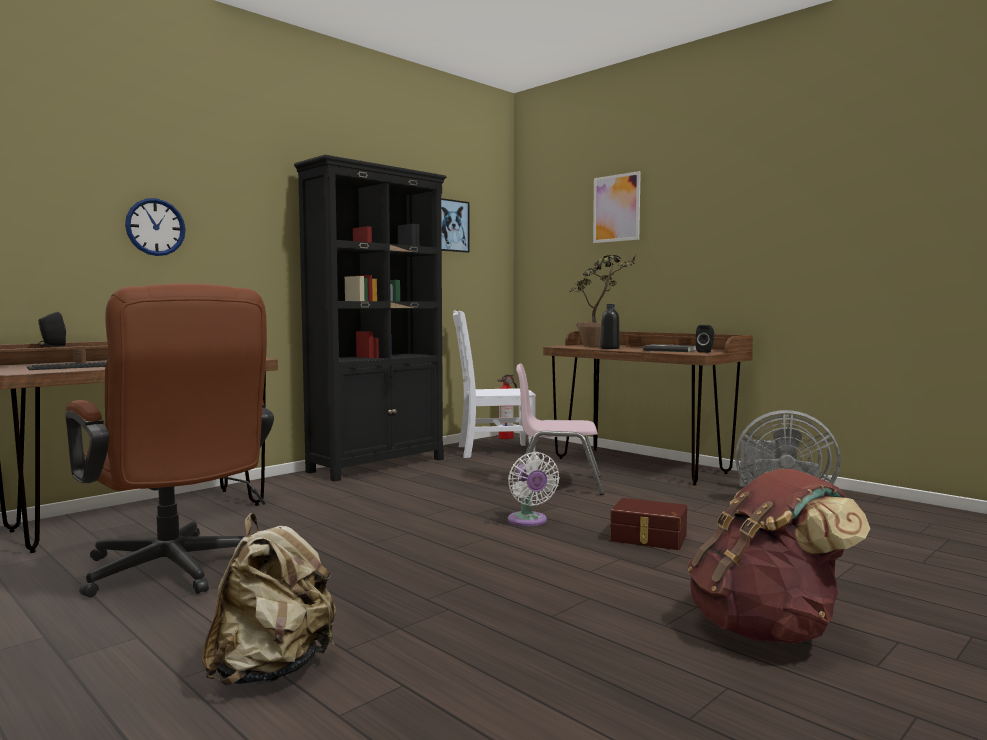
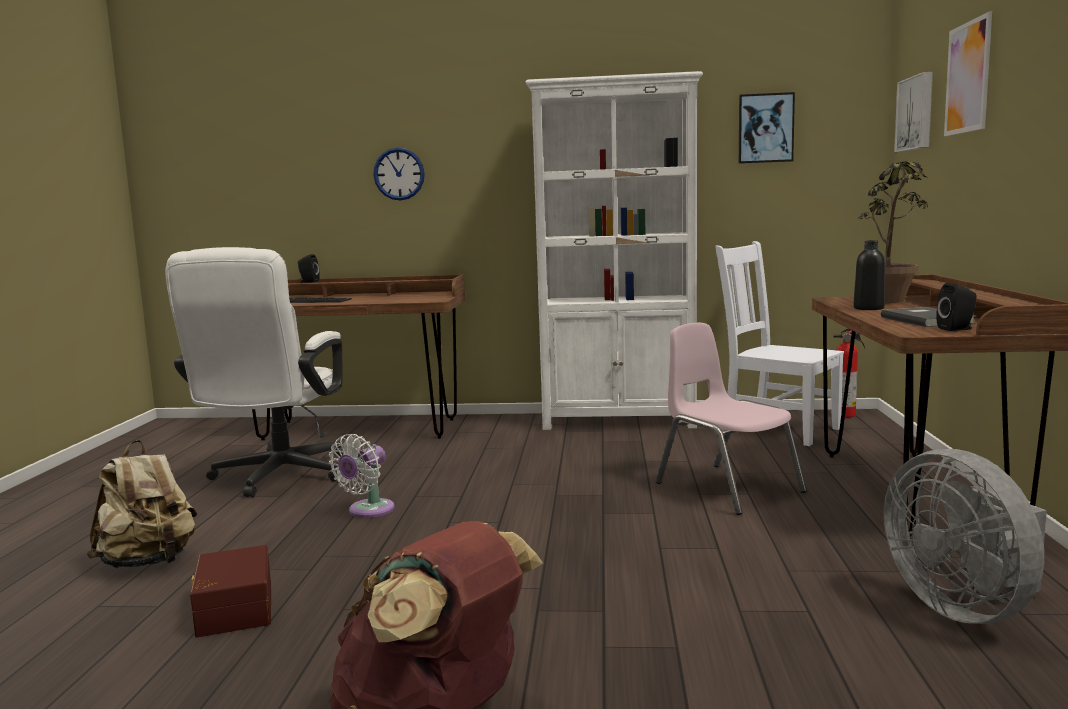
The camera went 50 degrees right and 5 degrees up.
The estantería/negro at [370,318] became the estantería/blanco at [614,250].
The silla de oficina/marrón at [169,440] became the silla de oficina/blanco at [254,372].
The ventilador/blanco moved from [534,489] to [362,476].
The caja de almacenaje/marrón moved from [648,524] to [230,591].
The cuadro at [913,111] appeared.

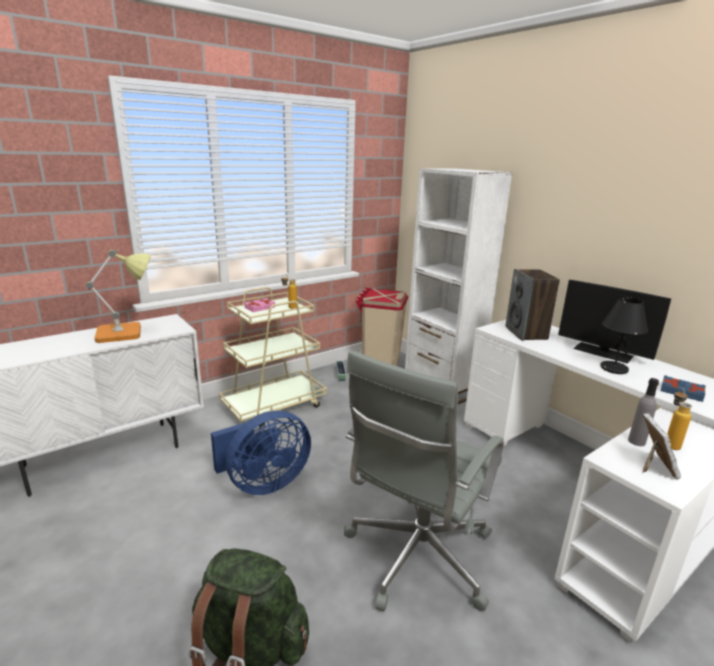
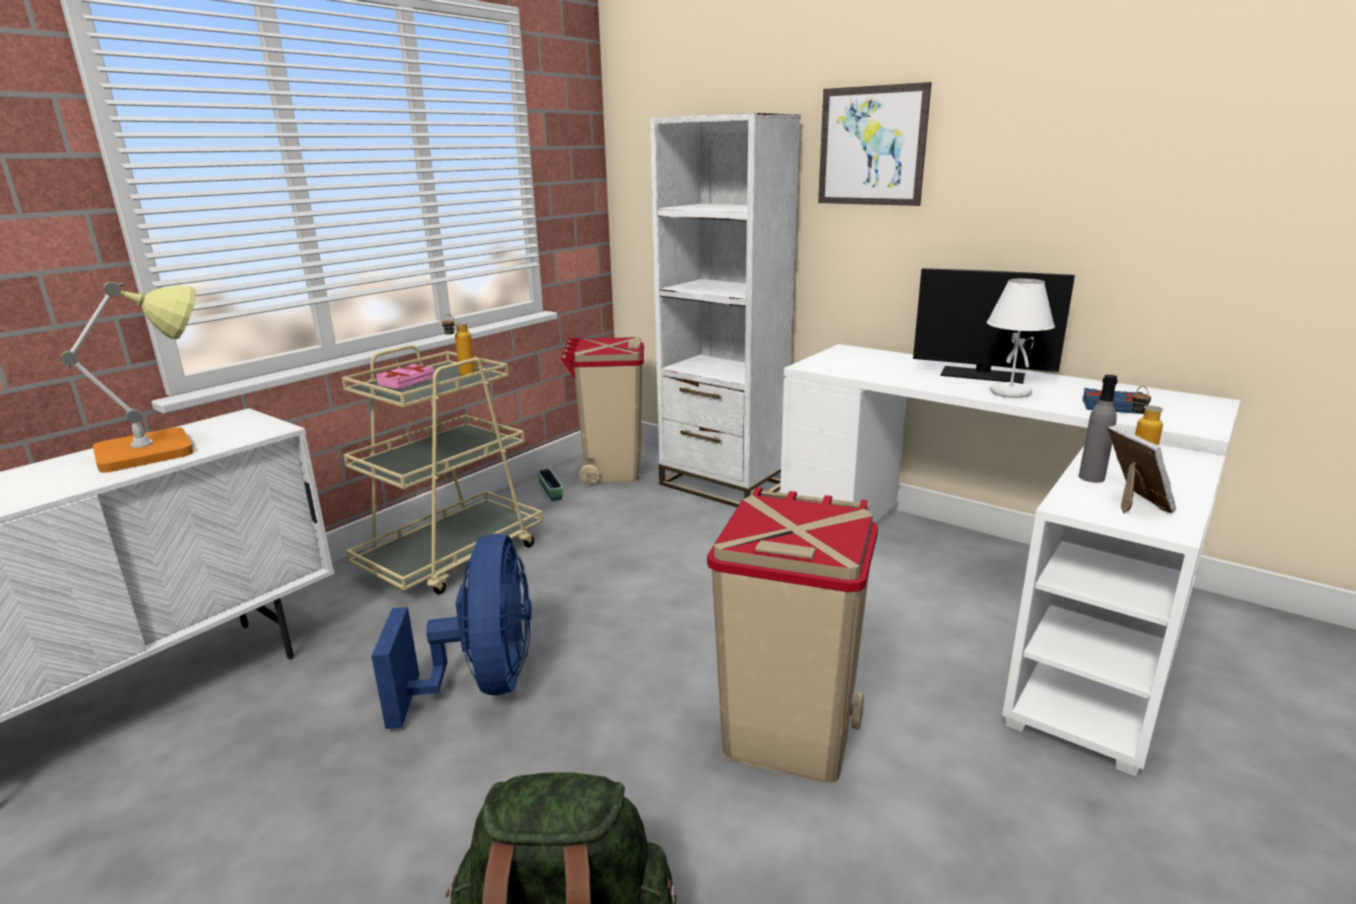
The camera went 15 degrees left and 0 degrees up.
The altavoz at [532,305] disappeared.
The lámpara de mesa/negro at [624,335] became the lámpara de mesa/blanco at [1021,338].
The silla de oficina/gris at [424,480] was replaced by the papelera/beis at [792,635].
The ventilador/azul at [261,453] turned 45 degrees counterclockwise.
The cuadro at [875,144] appeared.

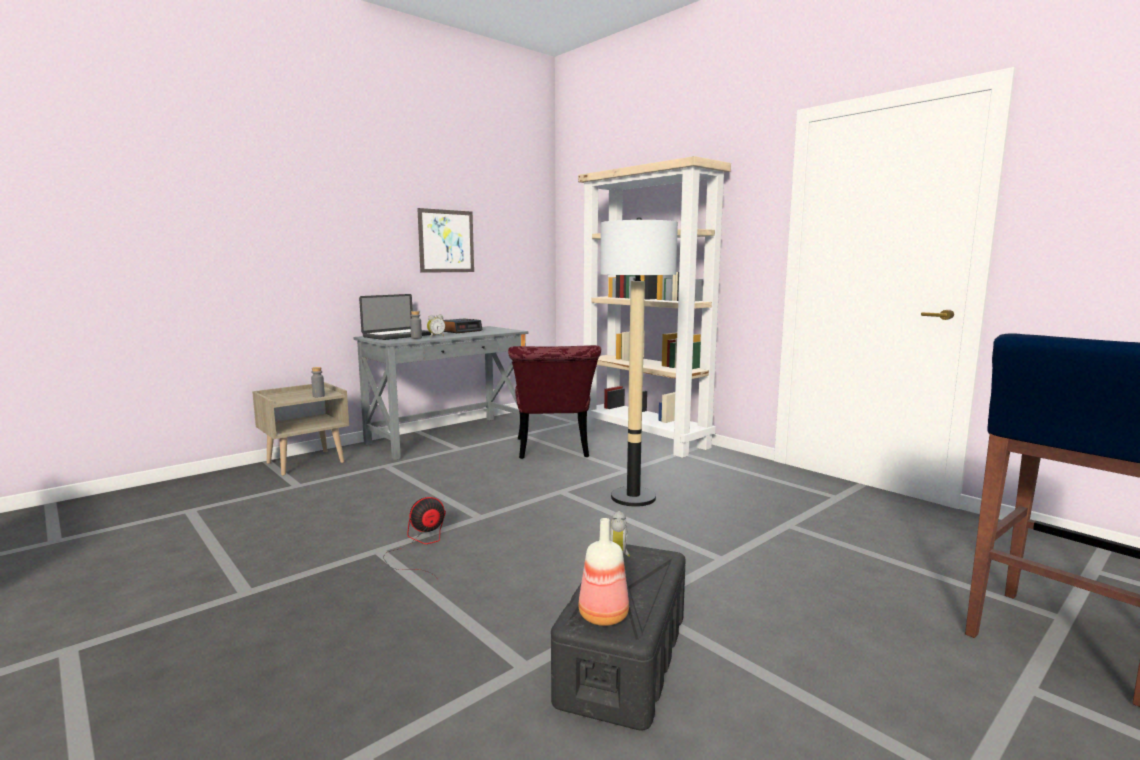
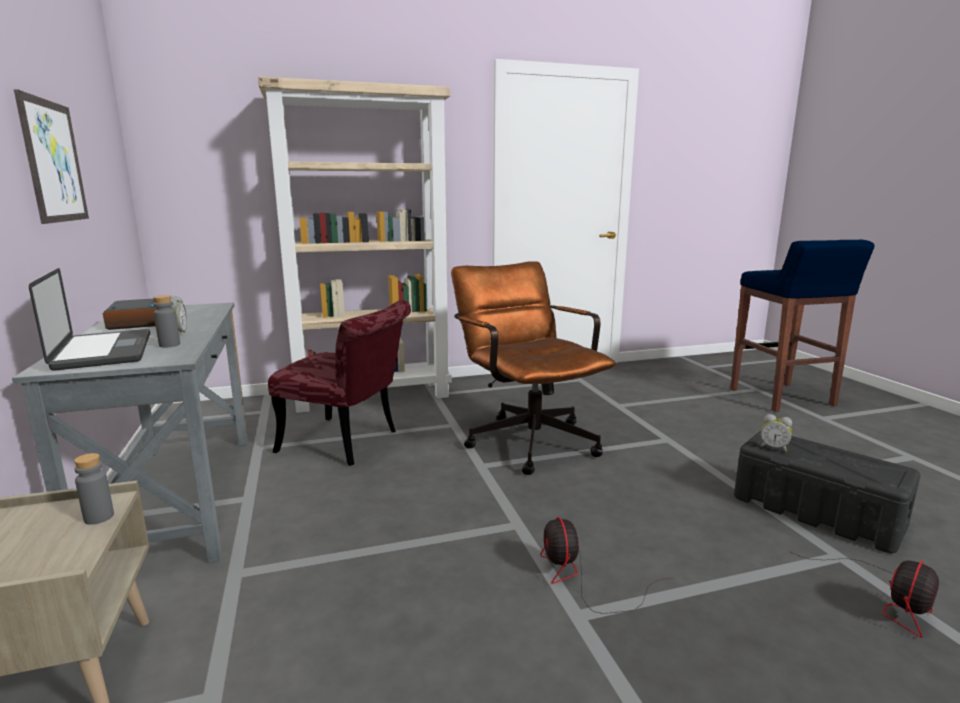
The camera went 65 degrees left and 5 degrees up.
The lámpara de pie at [639,362] was replaced by the silla de oficina/marrón at [533,368].
The botella at [604,572] disappeared.
The ventilador at [864,595] appeared.

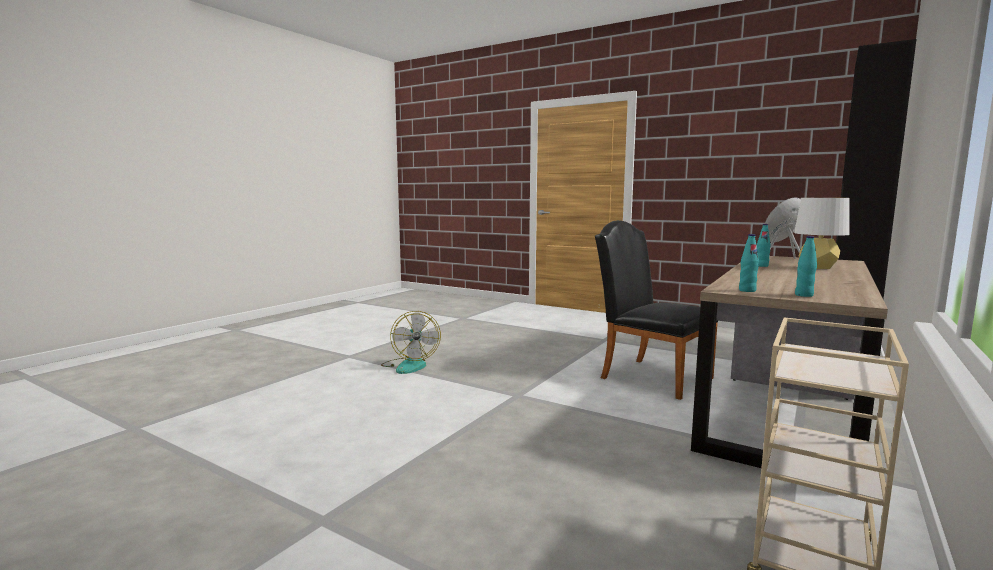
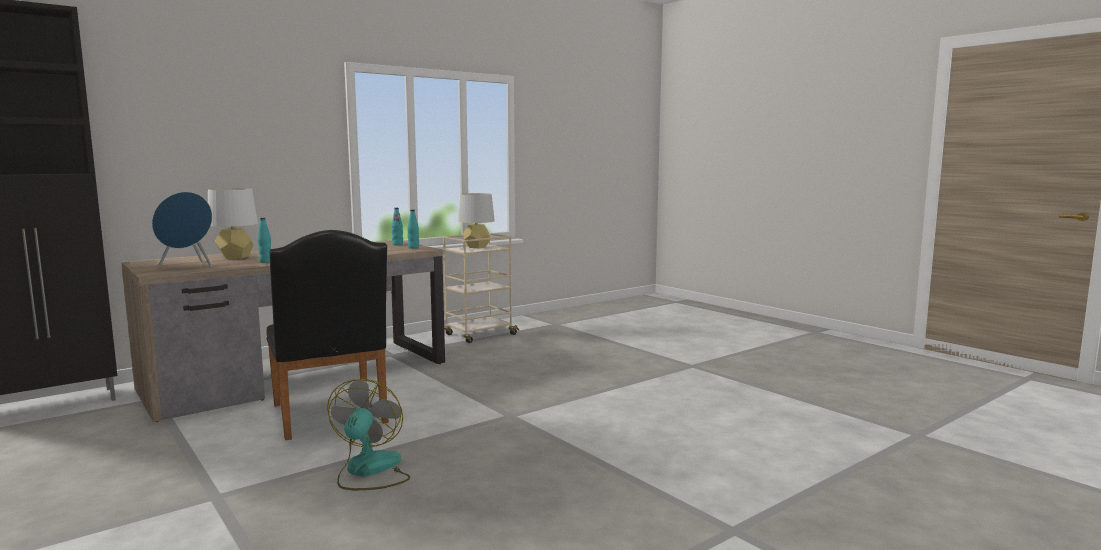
The camera went 160 degrees left and 0 degrees up.
The ventilador moved from [411,342] to [368,434].
The lámpara de mesa/gris at [476,220] appeared.

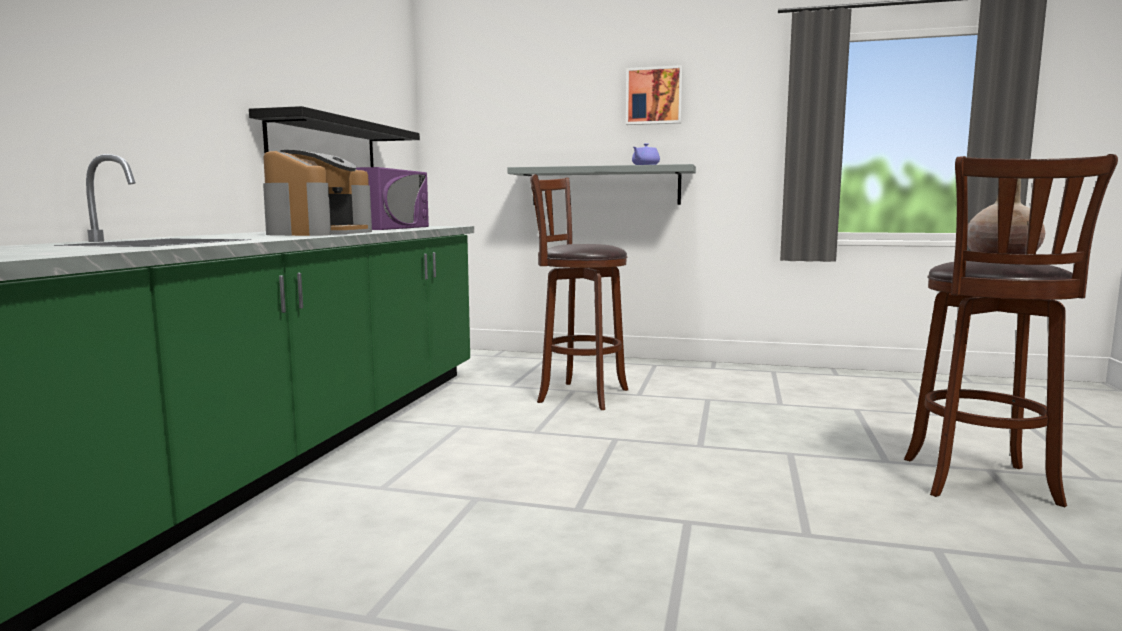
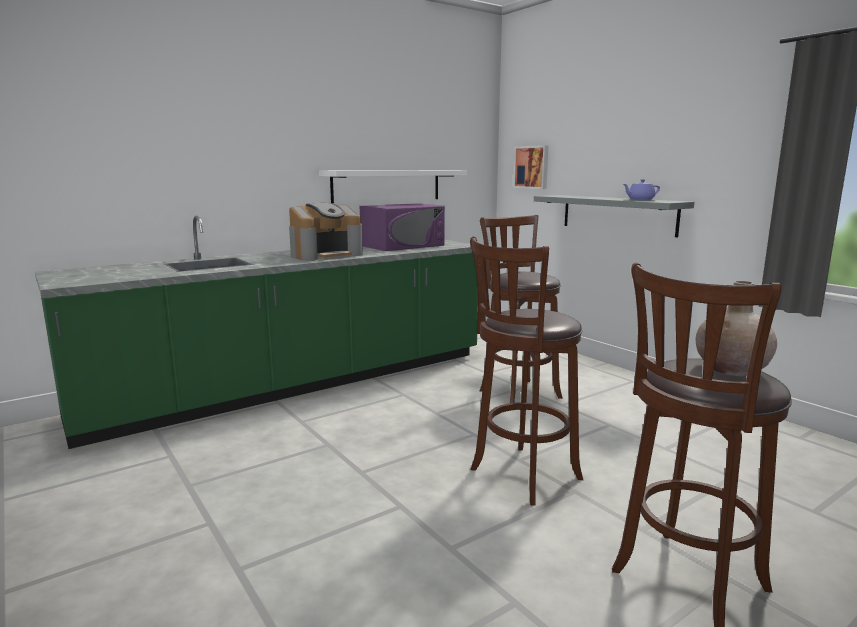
The camera went 40 degrees right and 5 degrees up.
The cuadro moved from [654,95] to [531,167].
The estante/negro at [334,136] became the estante/blanco at [393,186].
The taburete/marrón at [526,370] appeared.

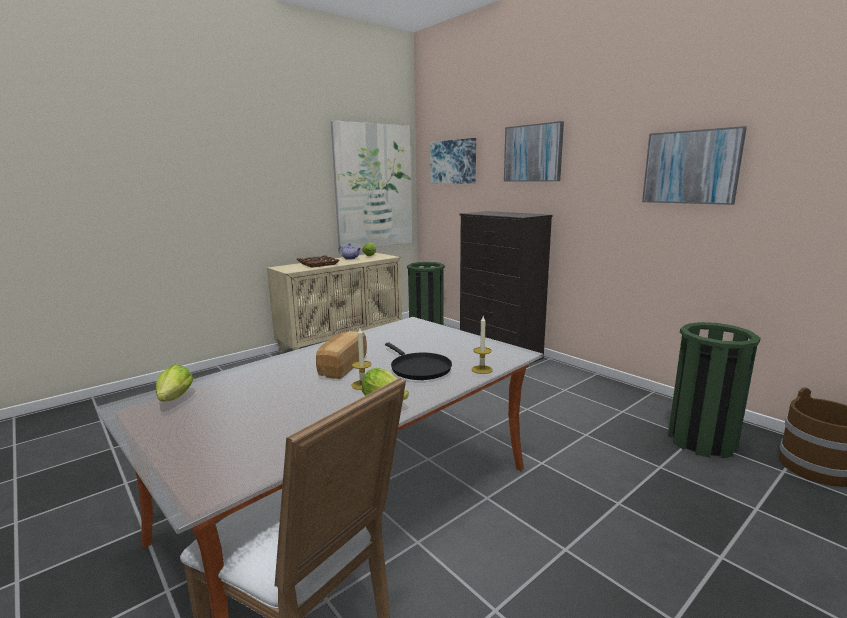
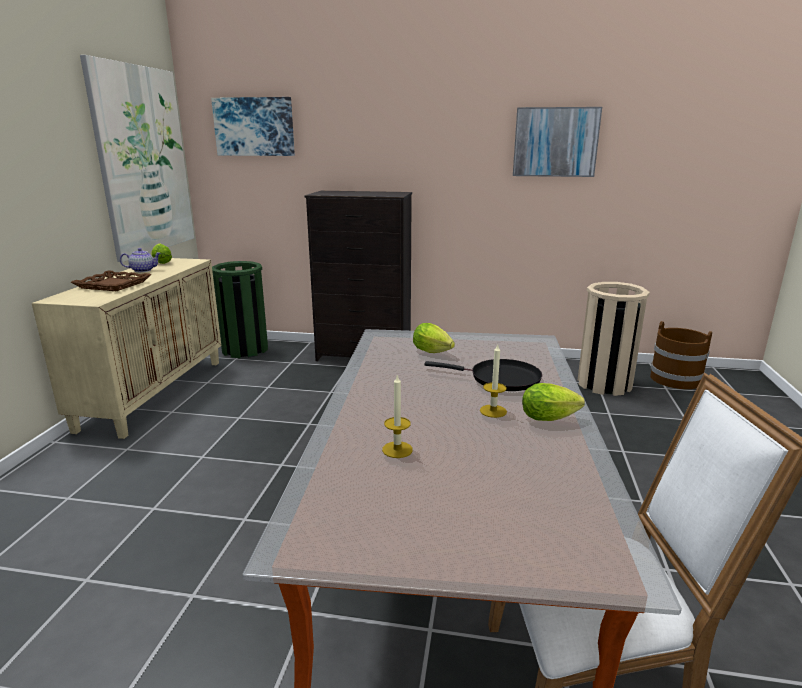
The camera went 40 degrees left and 5 degrees up.
The cuadro at [534,151] disappeared.
The vela moved from [482,345] to [397,416].
The papelera/verde at [714,390] became the papelera/beis at [613,339].
The pan at [341,355] disappeared.
The lechuga moved from [175,383] to [434,338].

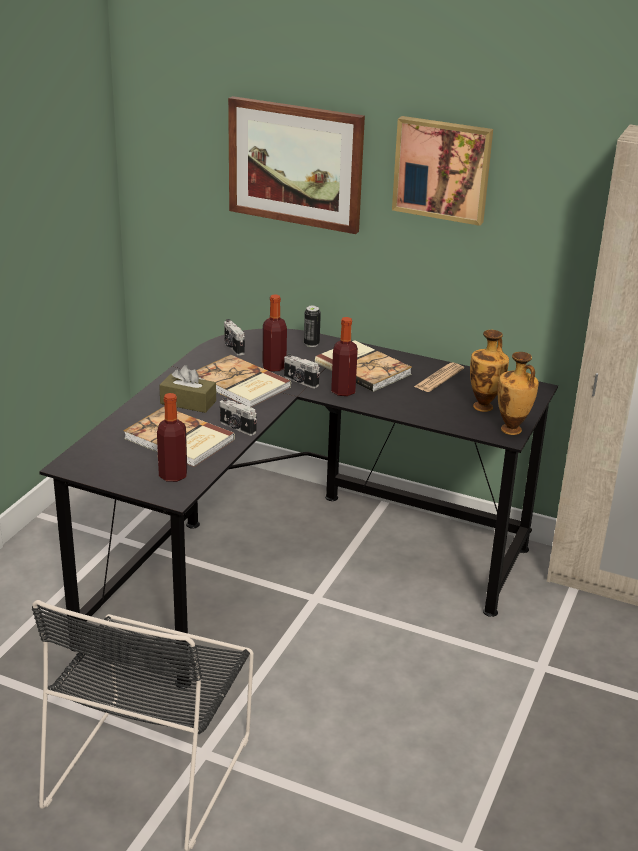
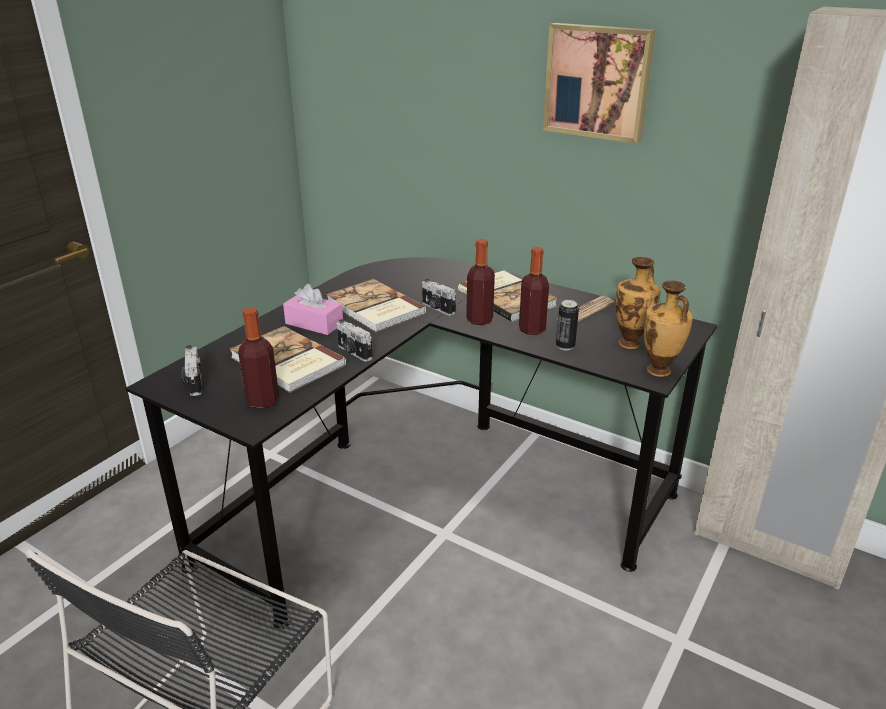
The camera went 10 degrees right and 0 degrees up.
The cuadro at [296,165] disappeared.
The botella moved from [275,333] to [534,291].
The lata moved from [312,326] to [567,325].
The cámara moved from [234,337] to [191,370].
The caja de pañuelos/marrón at [187,389] became the caja de pañuelos/rosa at [313,309].

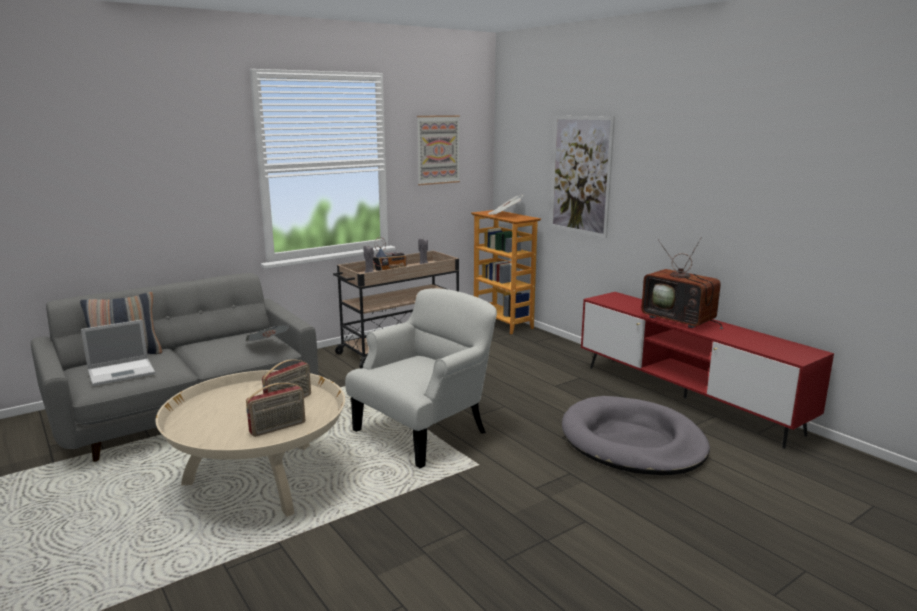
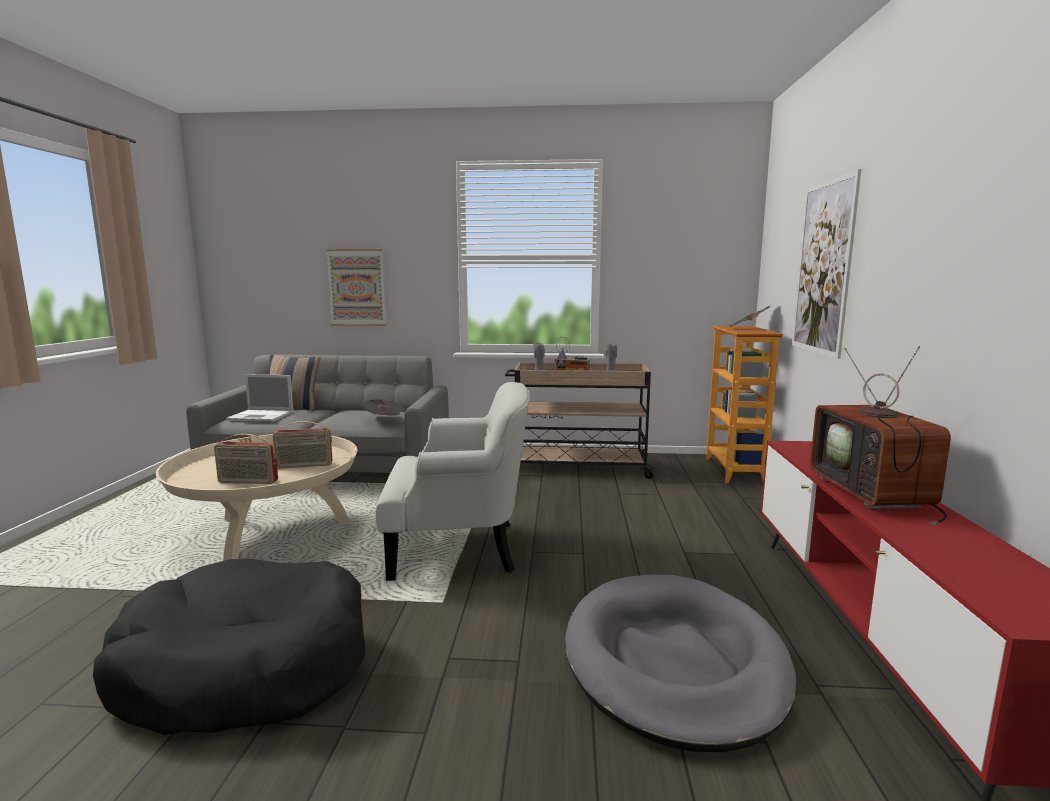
The camera went 40 degrees right and 5 degrees down.
The cuadro moved from [438,150] to [356,287].
The cama para perro/negro at [229,647] appeared.

